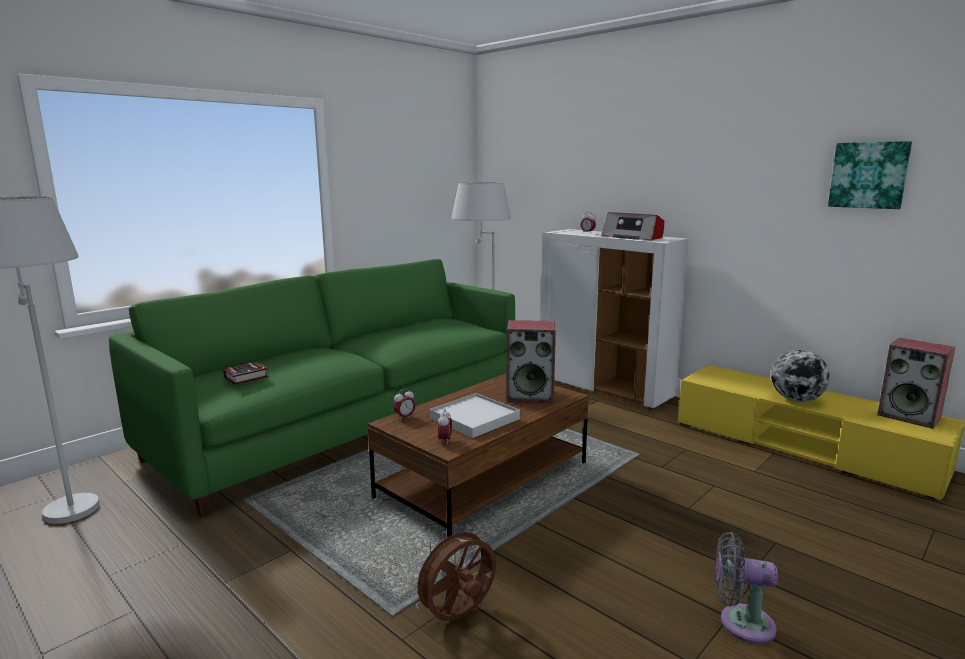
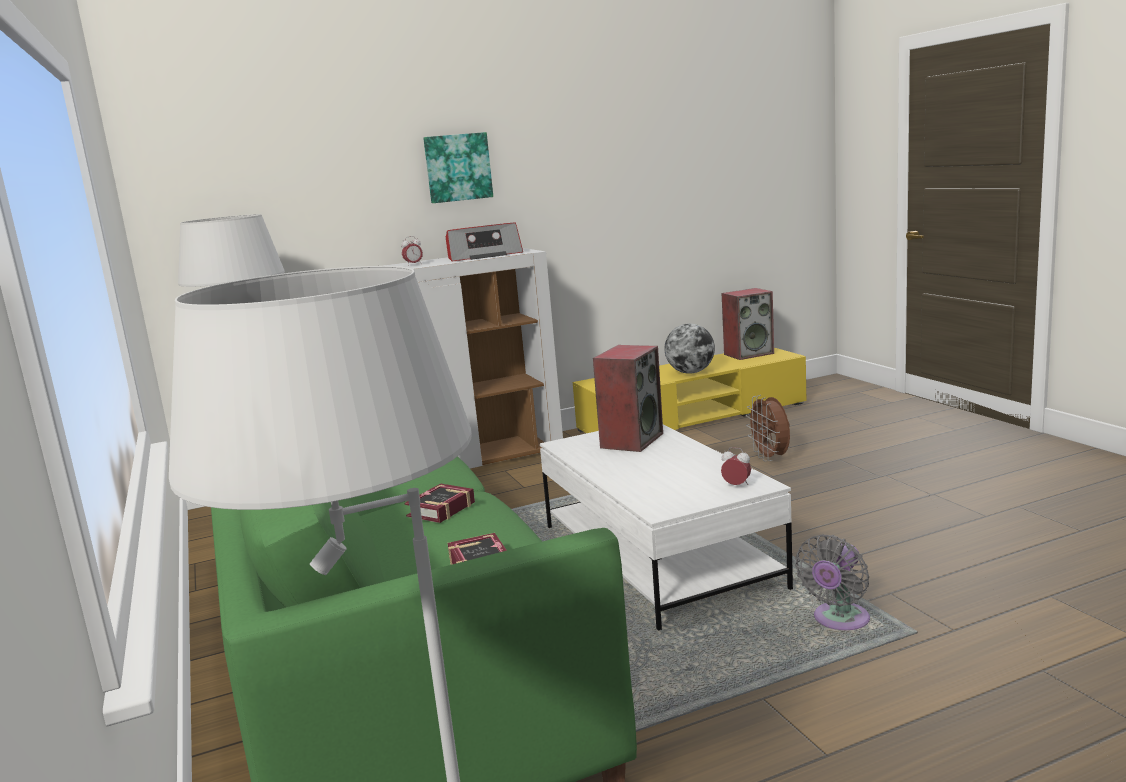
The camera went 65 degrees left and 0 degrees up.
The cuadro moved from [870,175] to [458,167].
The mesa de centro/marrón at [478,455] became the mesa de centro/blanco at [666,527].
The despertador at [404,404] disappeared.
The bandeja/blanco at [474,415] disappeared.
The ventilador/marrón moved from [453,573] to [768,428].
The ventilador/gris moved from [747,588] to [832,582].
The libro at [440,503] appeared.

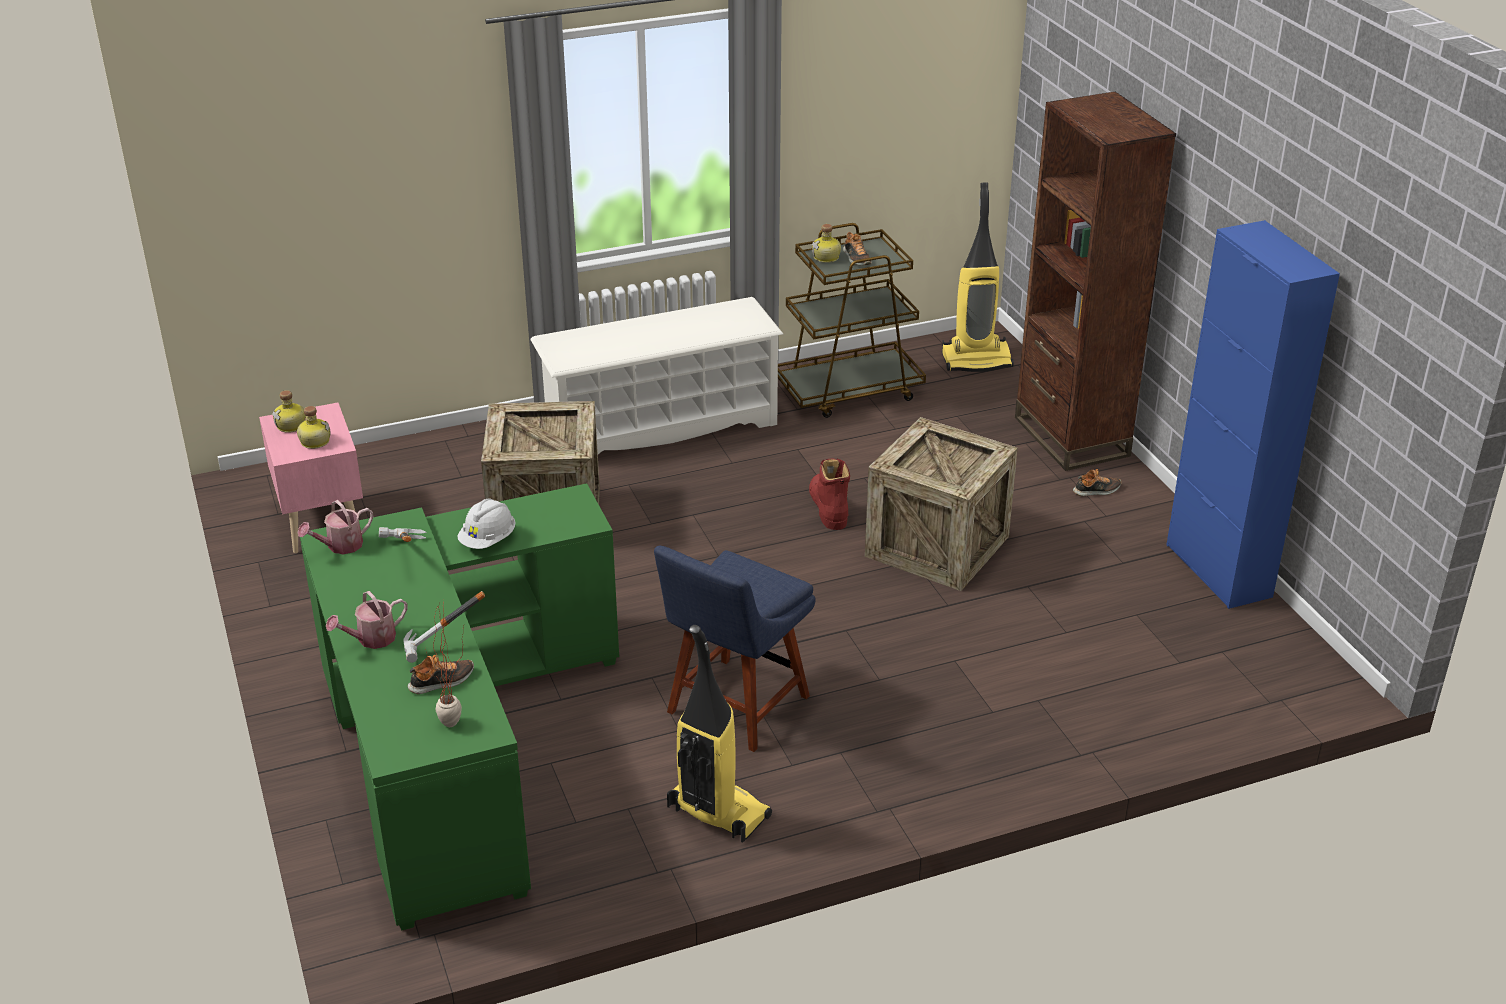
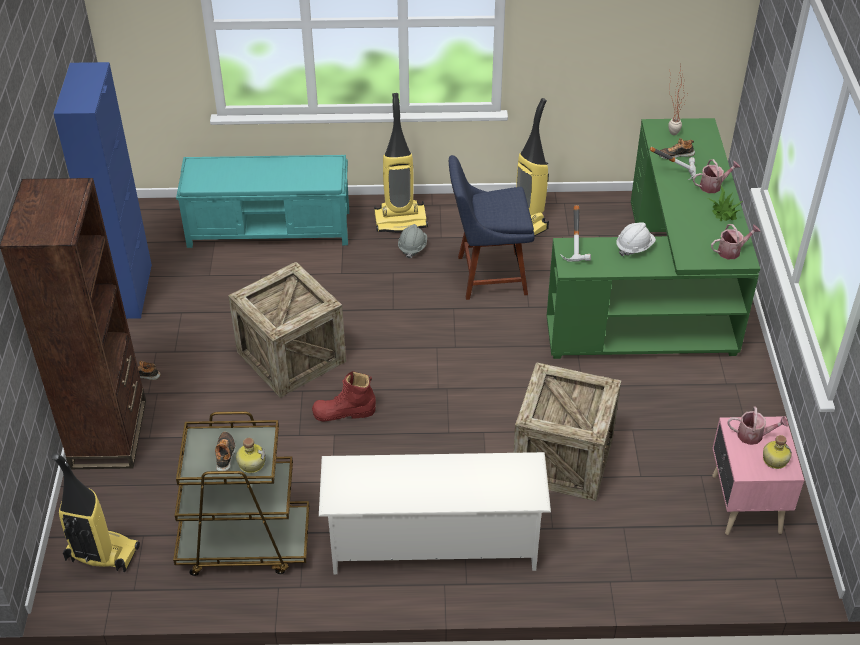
The camera went 160 degrees left and 10 degrees up.
The botella at [313,427] was replaced by the regadera at [758,425].
The bota/rojo at [829,494] turned 75 degrees clockwise.
The martillo moved from [402,534] to [575,233].
The silla/azul at [735,649] turned 150 degrees counterclockwise.
The aspiradora at [401,163] appeared.
The banco/turquesa at [262,201] appeared.
The planta en maceta at [725,203] appeared.
The casco/gris at [412,241] appeared.

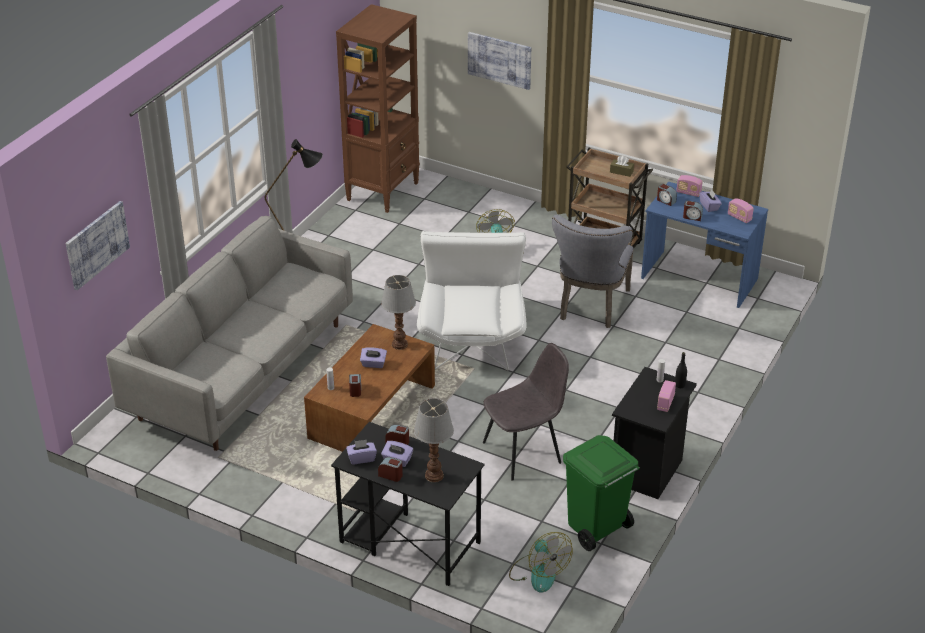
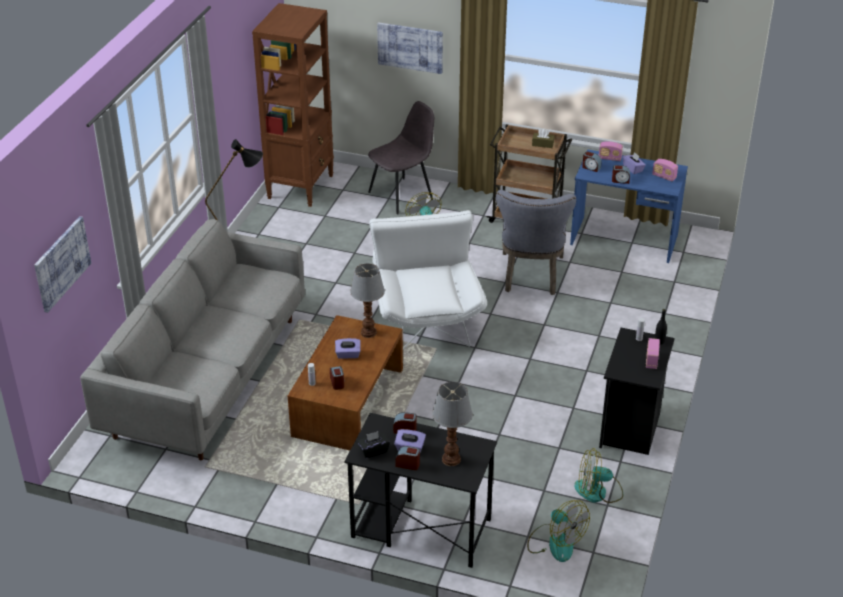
The camera went 10 degrees left and 0 degrees up.
The silla/gris moved from [526,412] to [401,157].
The papelera/verde at [601,493] was replaced by the ventilador at [598,475].
The caja de pañuelos/morado at [361,452] became the caja de pañuelos/negro at [373,444].

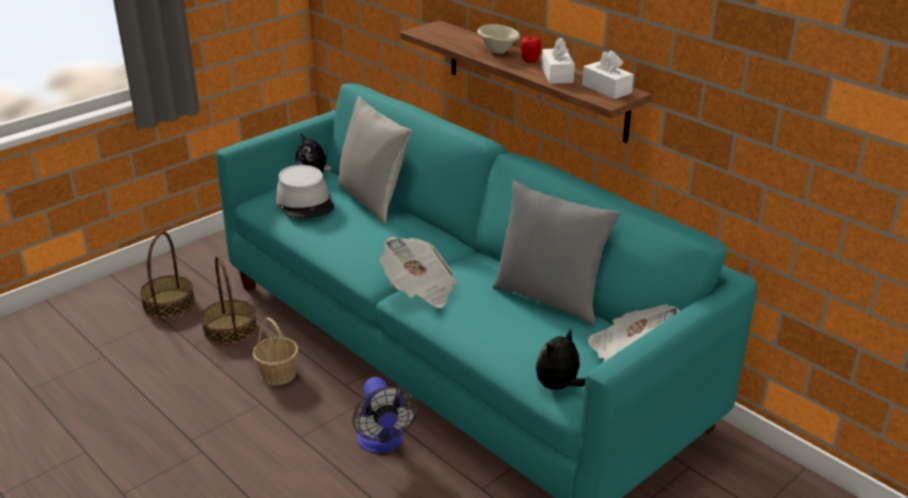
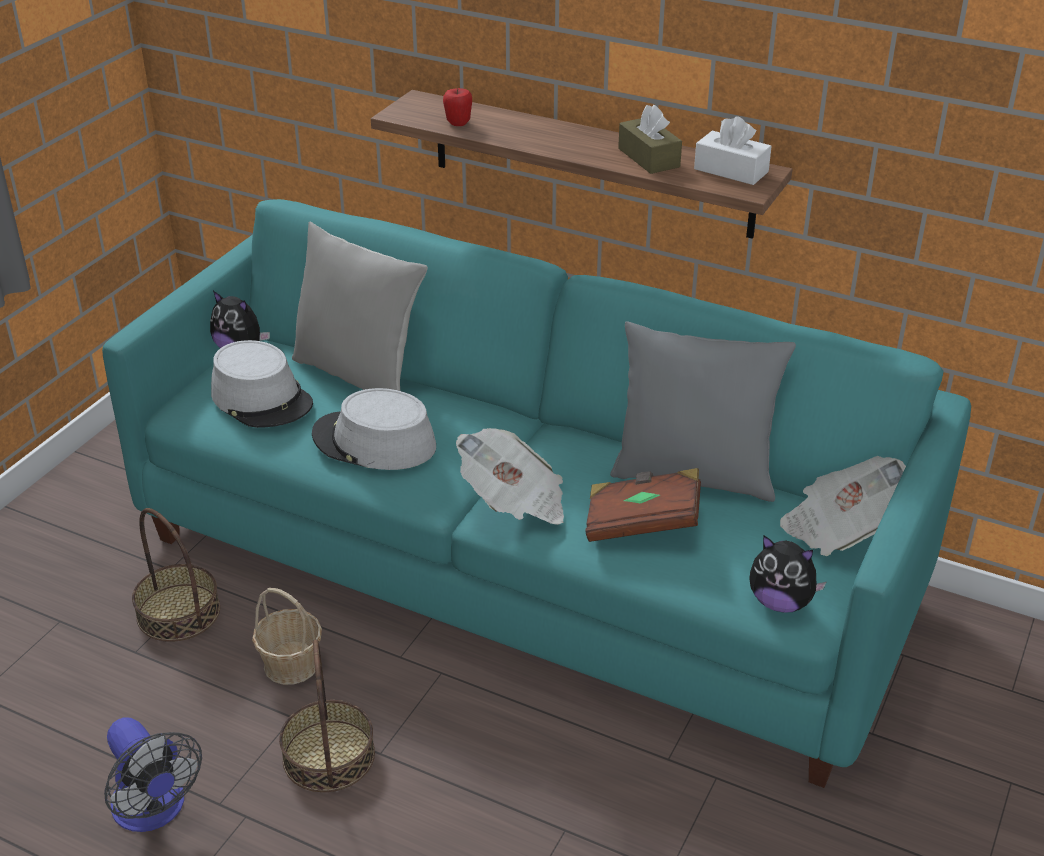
The camera went 20 degrees left and 5 degrees up.
The cuenco/beis at [498,39] disappeared.
The manzana moved from [530,49] to [457,107].
The caja de pañuelos/blanco at [558,61] became the caja de pañuelos/marrón at [650,139].
The cesta moved from [167,275] to [327,715].
The peluche at [561,360] turned 90 degrees counterclockwise.
The ventilador moved from [385,415] to [153,774].
The sombrero/gris at [374,429] appeared.
The libro/marrón at [643,505] appeared.

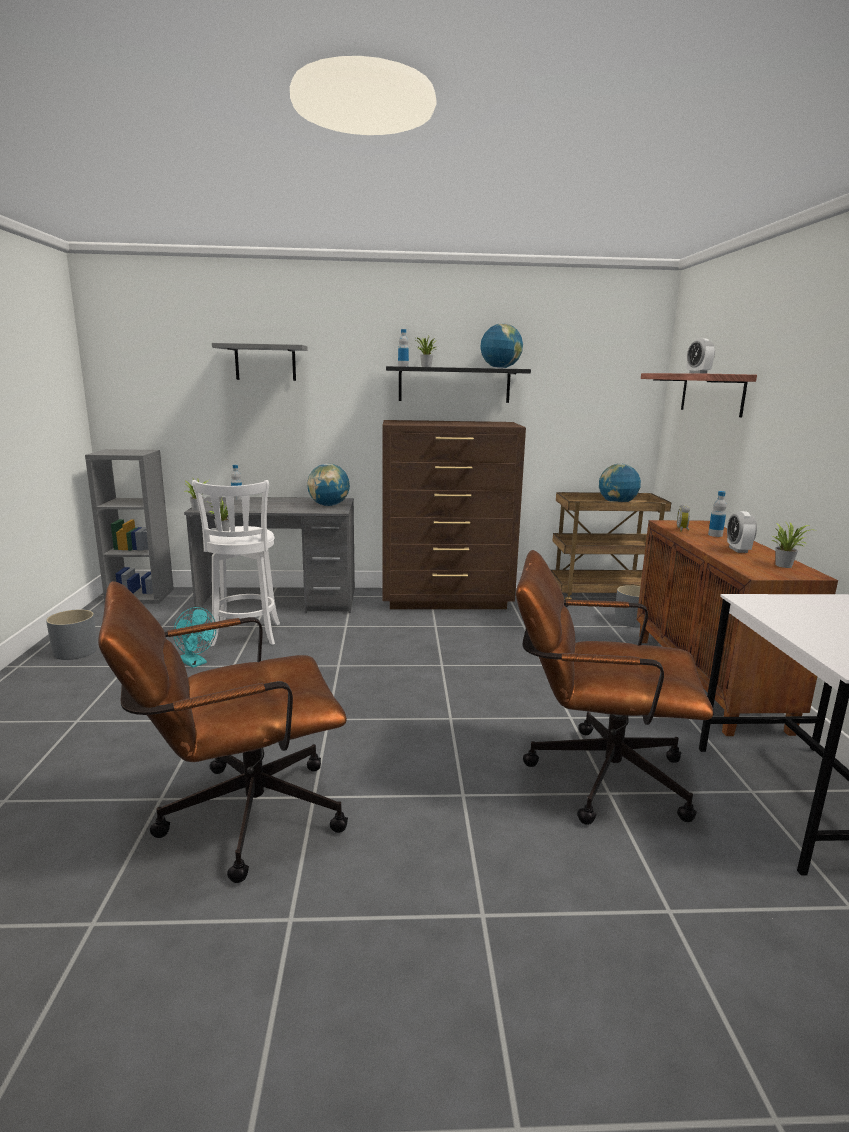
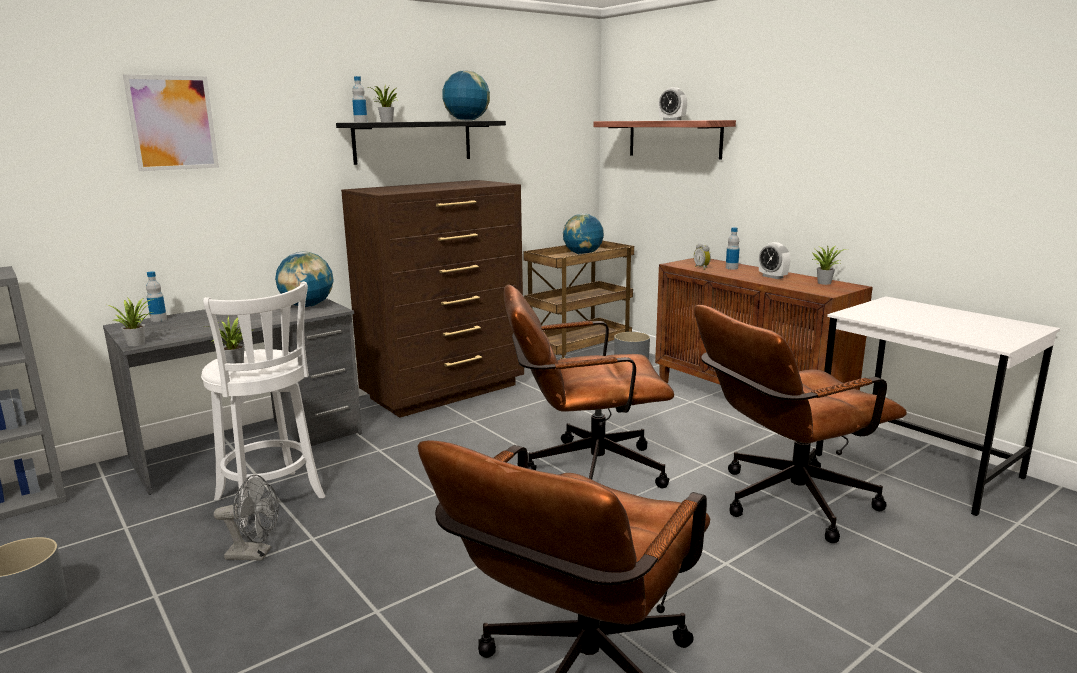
The camera went 35 degrees left and 0 degrees up.
The estante/gris at [260,362] was replaced by the cuadro at [171,122].
The ventilador/turquesa at [194,637] became the ventilador/gris at [246,517].
The silla de oficina/marrón at [589,386] appeared.

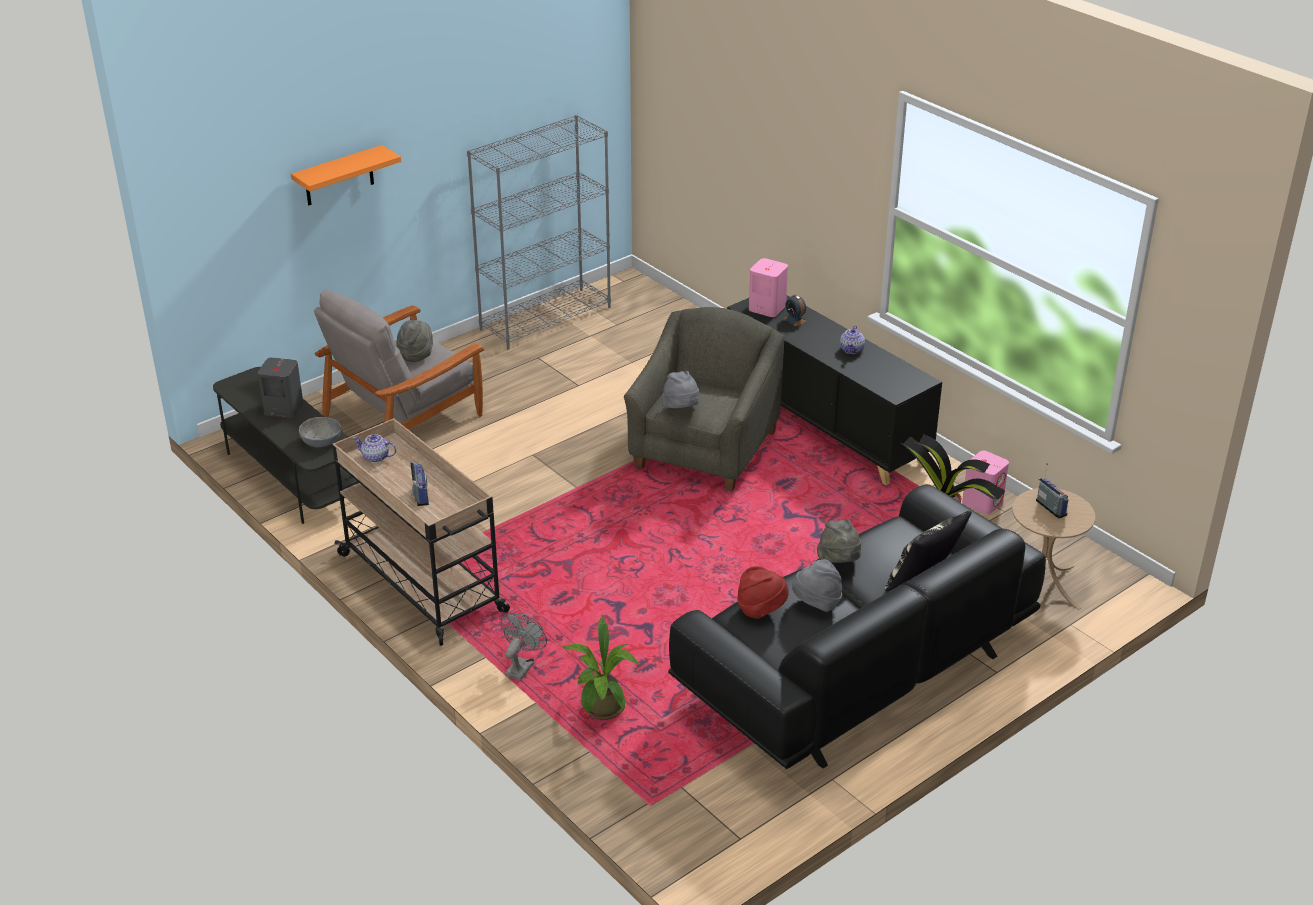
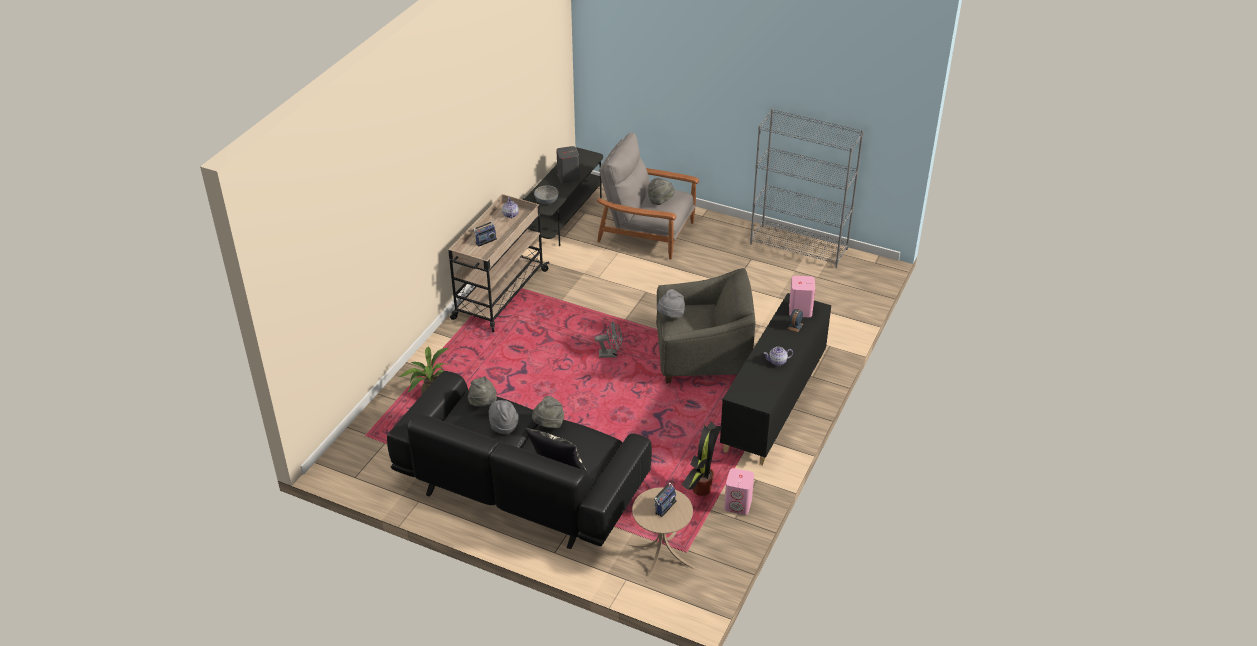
The camera went 65 degrees right and 5 degrees up.
The estante/naranja at [346,175] disappeared.
The sombrero/rojo at [763,592] became the sombrero/gris at [482,391].
The ventilador/gris moved from [524,647] to [608,339].

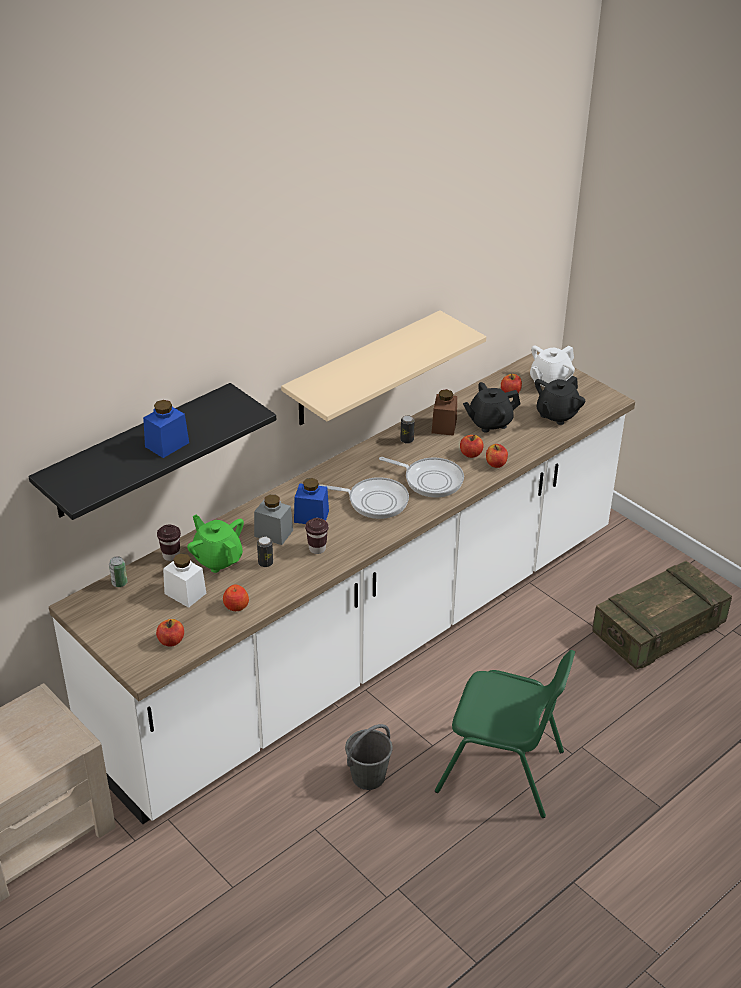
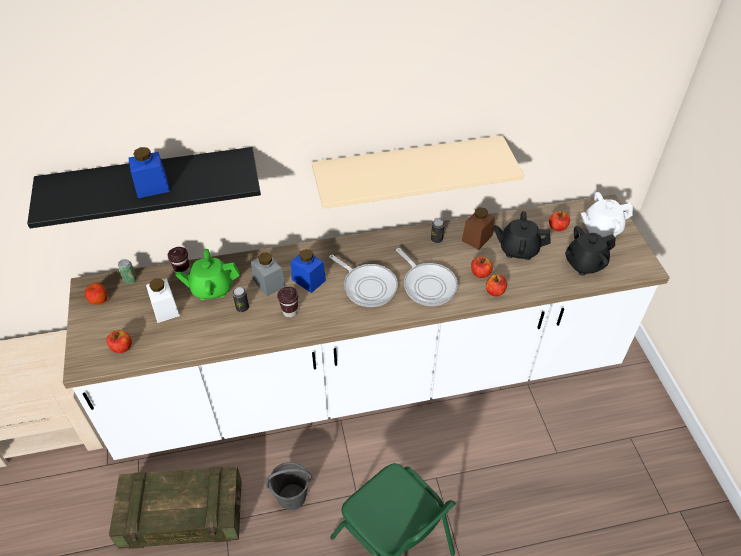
The camera went 30 degrees right and 10 degrees up.
The tetera/verde at [215,544] turned 90 degrees counterclockwise.
The caja de embalaje moved from [662,615] to [175,507].
The manzana moved from [236,598] to [96,294].

